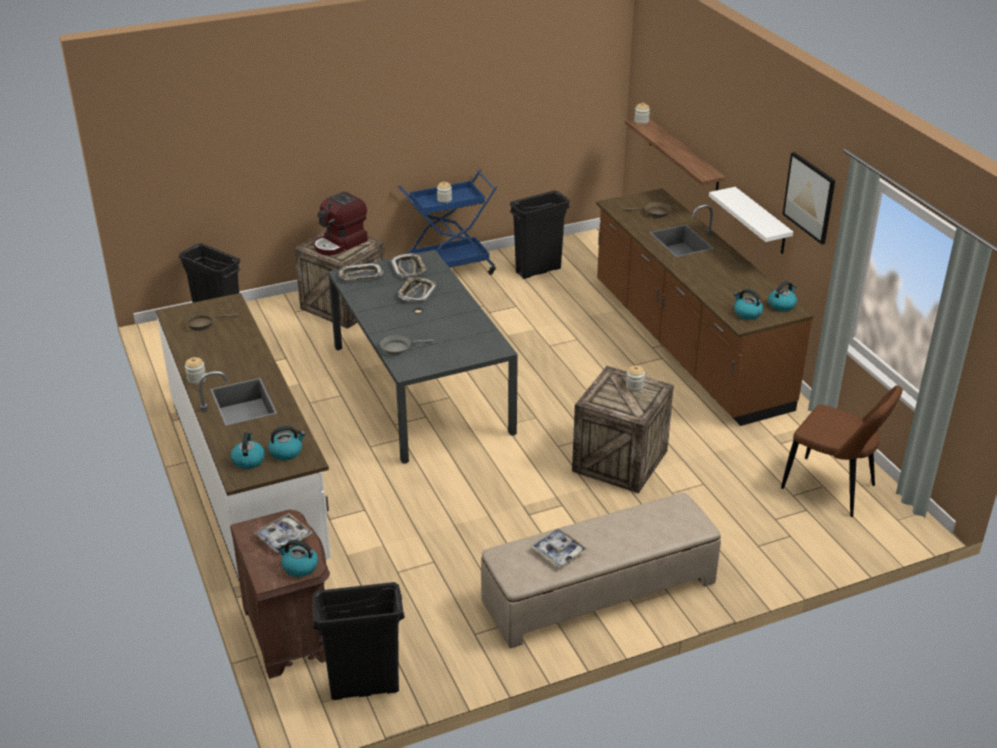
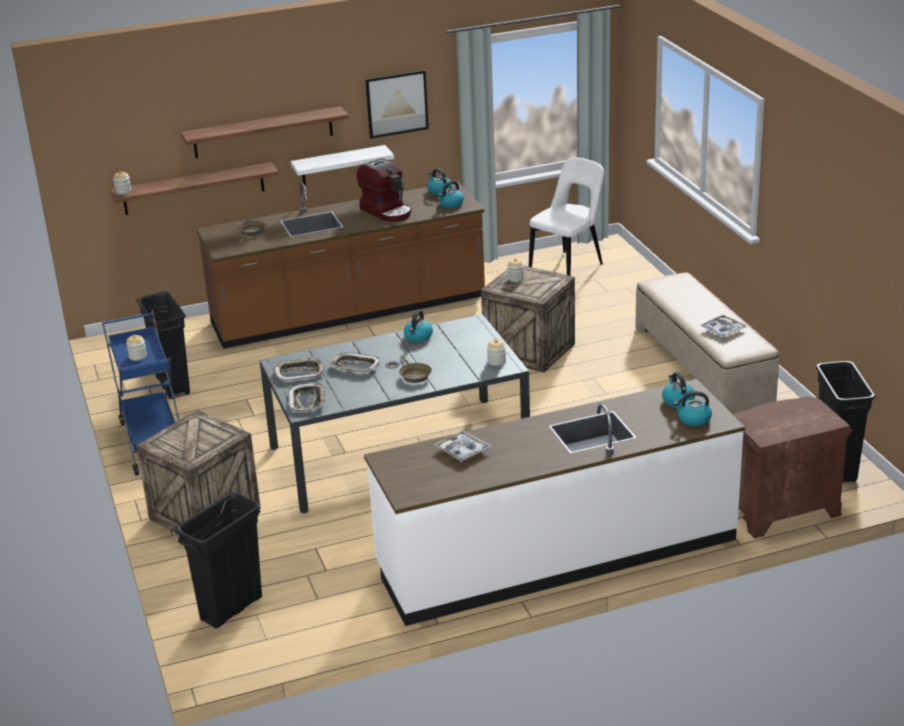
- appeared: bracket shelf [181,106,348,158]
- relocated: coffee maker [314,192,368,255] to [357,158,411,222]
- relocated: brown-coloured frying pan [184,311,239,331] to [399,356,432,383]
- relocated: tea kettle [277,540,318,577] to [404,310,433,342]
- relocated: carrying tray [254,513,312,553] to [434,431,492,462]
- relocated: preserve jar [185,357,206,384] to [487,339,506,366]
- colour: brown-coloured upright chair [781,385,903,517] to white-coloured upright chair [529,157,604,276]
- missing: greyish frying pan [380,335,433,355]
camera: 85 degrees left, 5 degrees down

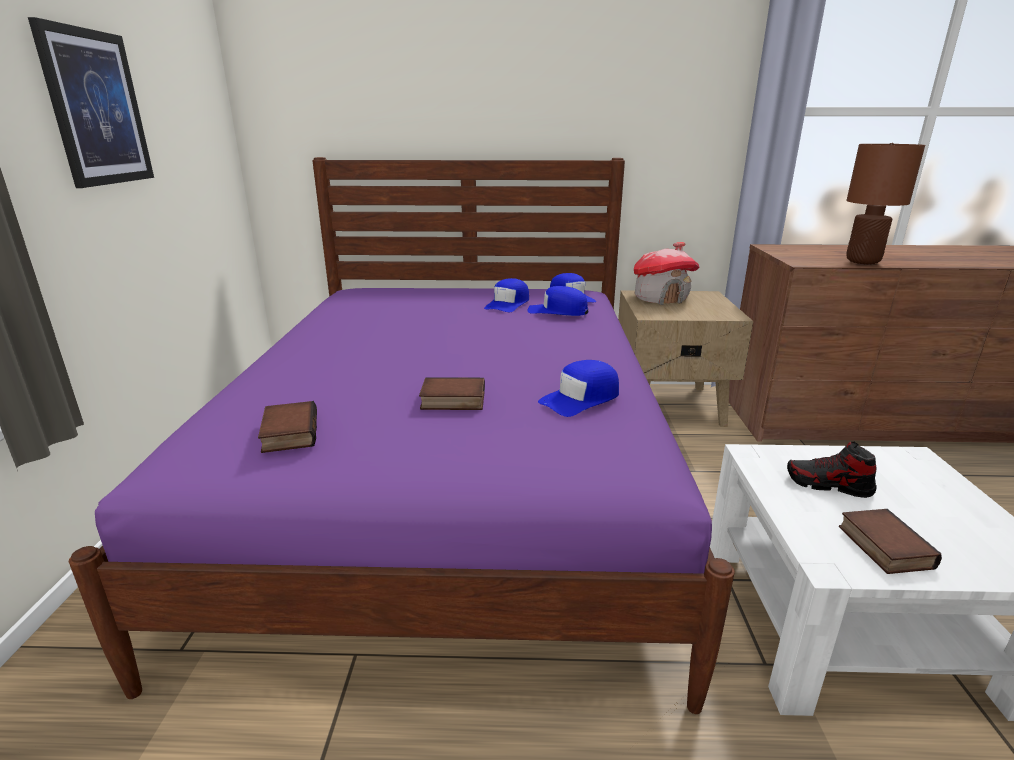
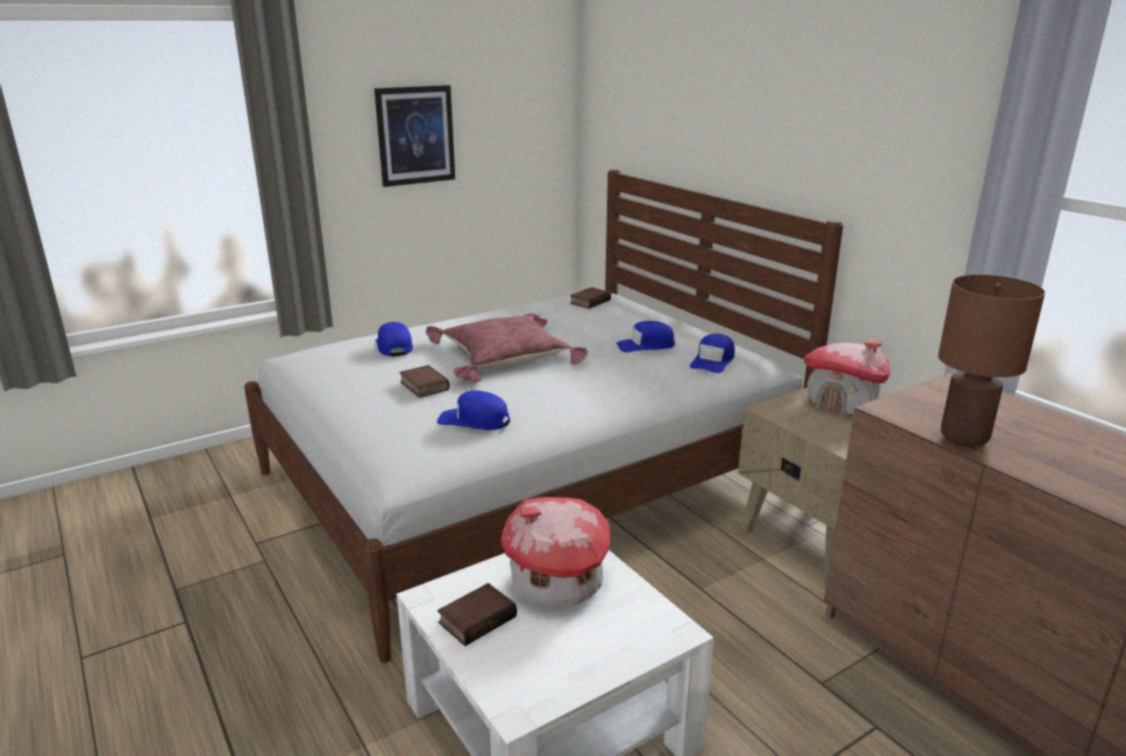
- colour: purple-coloured bedroom bed [69,157,735,714] to white-coloured bedroom bed [244,169,843,663]
- relocated: blue cap [527,286,588,316] to [375,322,413,356]
- appeared: red-coloured cushion [425,313,589,382]
- exchanged: shoe [787,442,877,498] to toy house [501,497,610,608]
- relocated: bound book [258,401,317,453] to [570,287,611,309]
camera: 55 degrees right, 0 degrees up

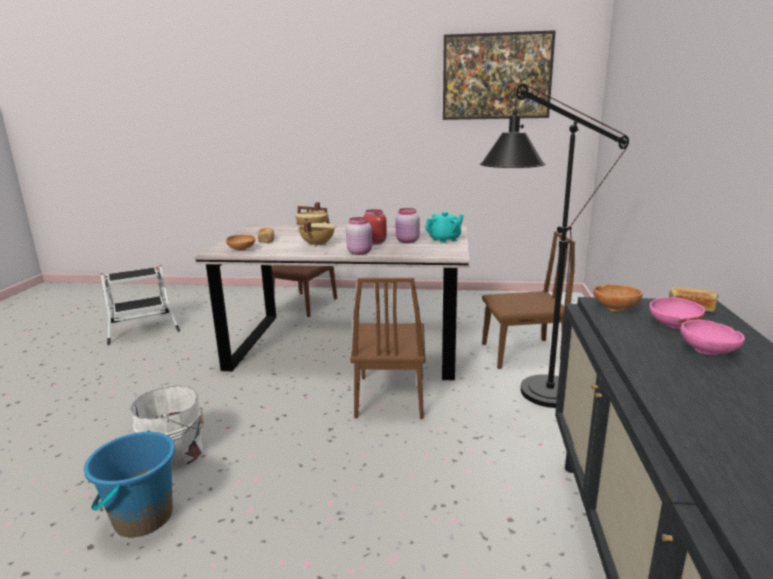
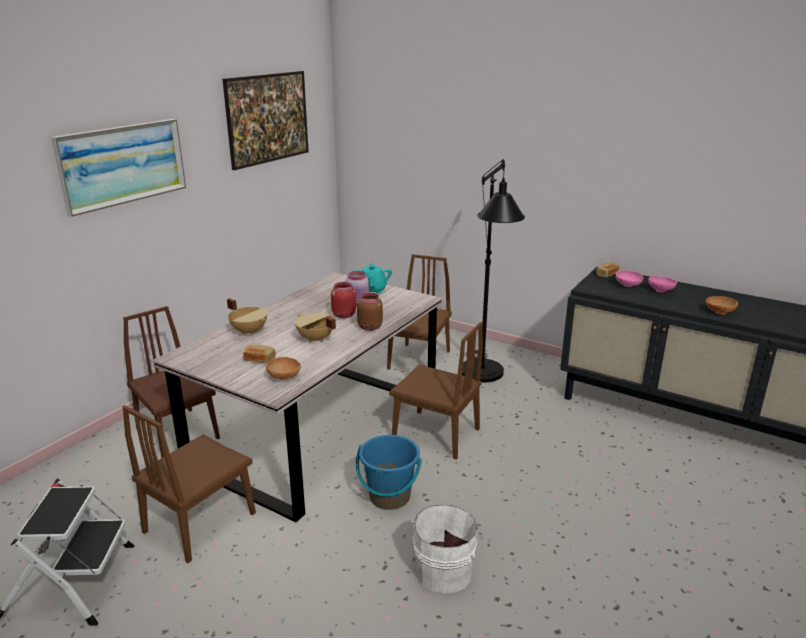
- appeared: wall picture [51,119,186,217]
- appeared: brown-coloured upright chair [122,405,256,563]
- relocated: blue water bucket [84,430,175,537] to [356,435,422,510]
- colour: pink preserve jar [346,217,372,255] to brown-coloured preserve jar [357,293,383,331]
- relocated: brown-coloured deep dish [593,284,643,312] to [706,296,738,315]
camera: 65 degrees left, 5 degrees up

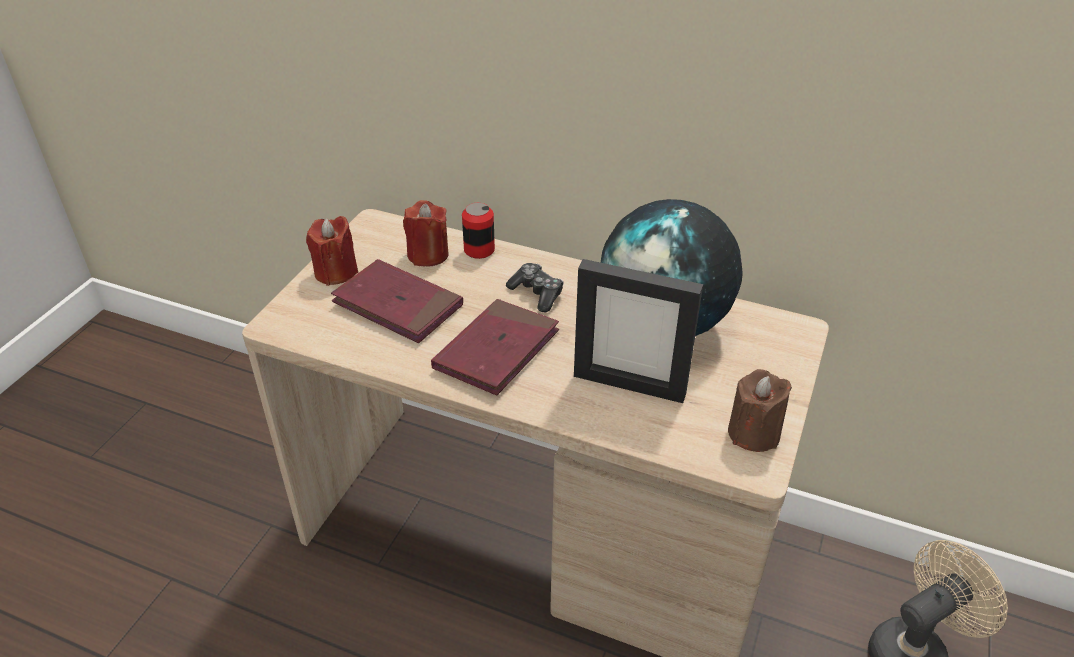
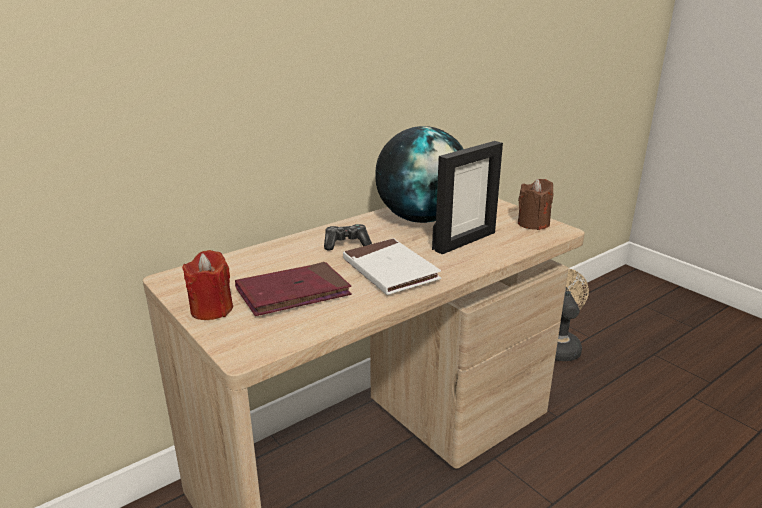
- colour: red-coloured bound book [431,299,559,396] to white-coloured bound book [343,238,441,295]
- missing: red-coloured wax candle [403,200,449,267]
- missing: metal can [462,203,495,259]
camera: 60 degrees left, 15 degrees down

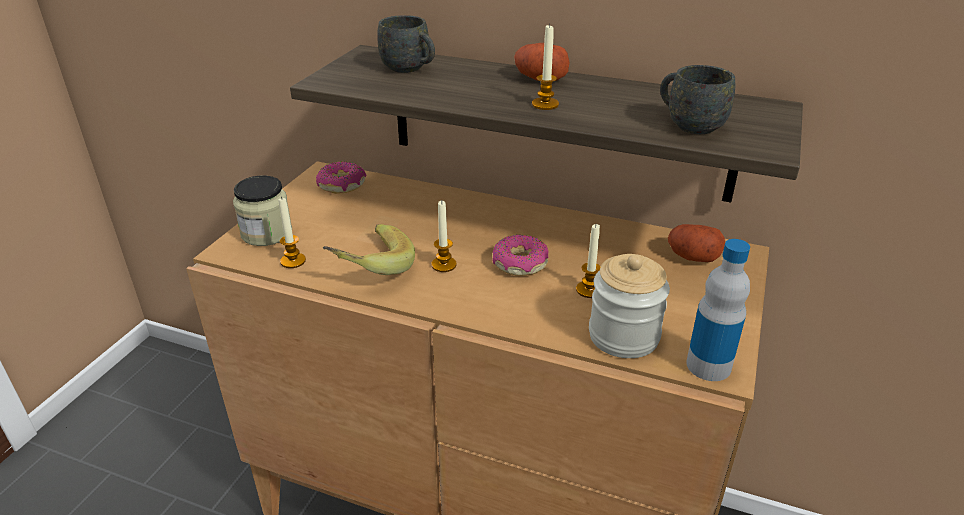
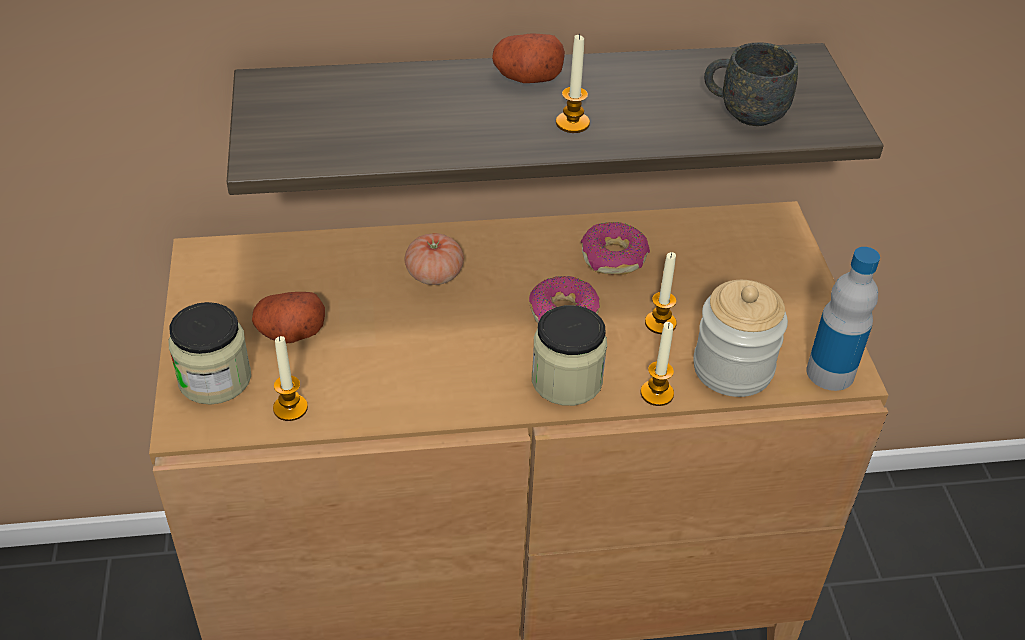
- relocated: potato [668,224,725,262] to [252,292,325,343]
- appeared: tomato [405,233,464,285]
- appeared: preserve jar [532,305,607,406]
- relocated: doughnut [316,161,366,194] to [581,222,650,275]
- relocated: wax candle [431,200,457,272] to [641,322,674,406]
- missing: banana fruit [323,224,415,275]
- missing: greyish mug [377,15,435,73]
camera: 30 degrees left, 10 degrees up

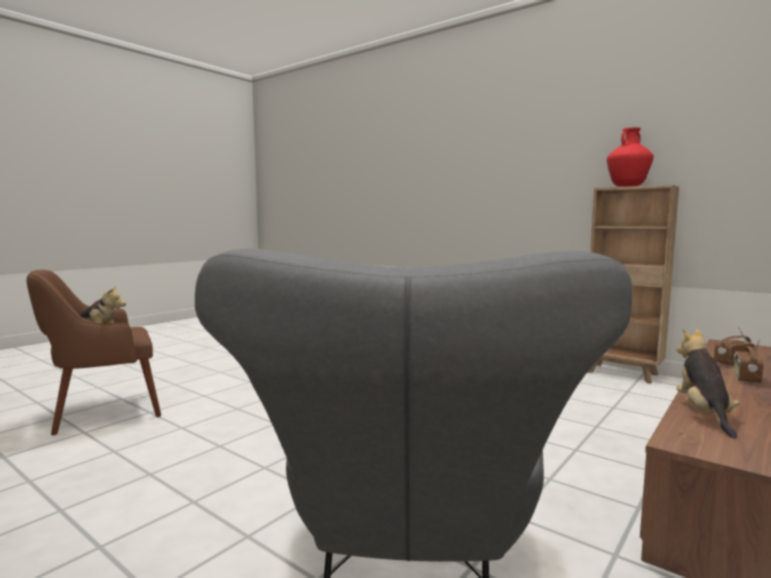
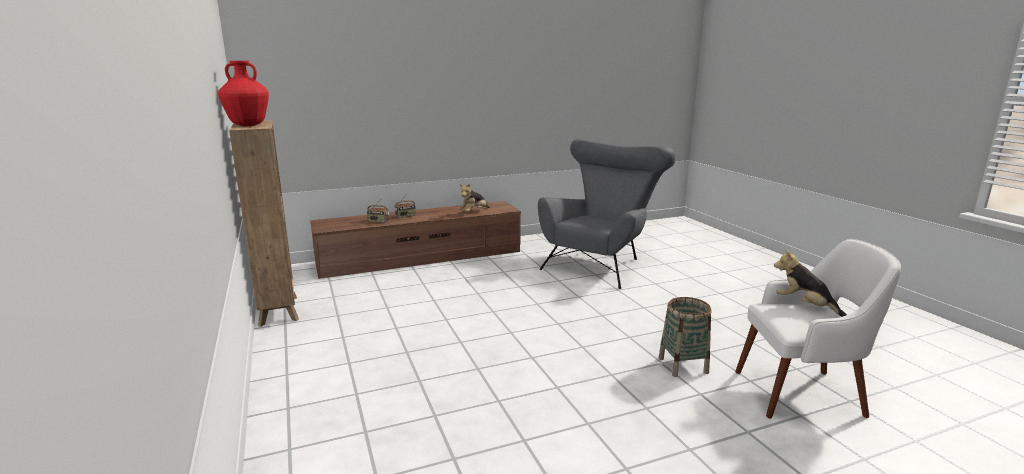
- appeared: basket [659,297,711,377]
- colour: brown-coloured lounge chair [27,270,161,435] to white-coloured lounge chair [735,239,901,419]
camera: 150 degrees left, 10 degrees up

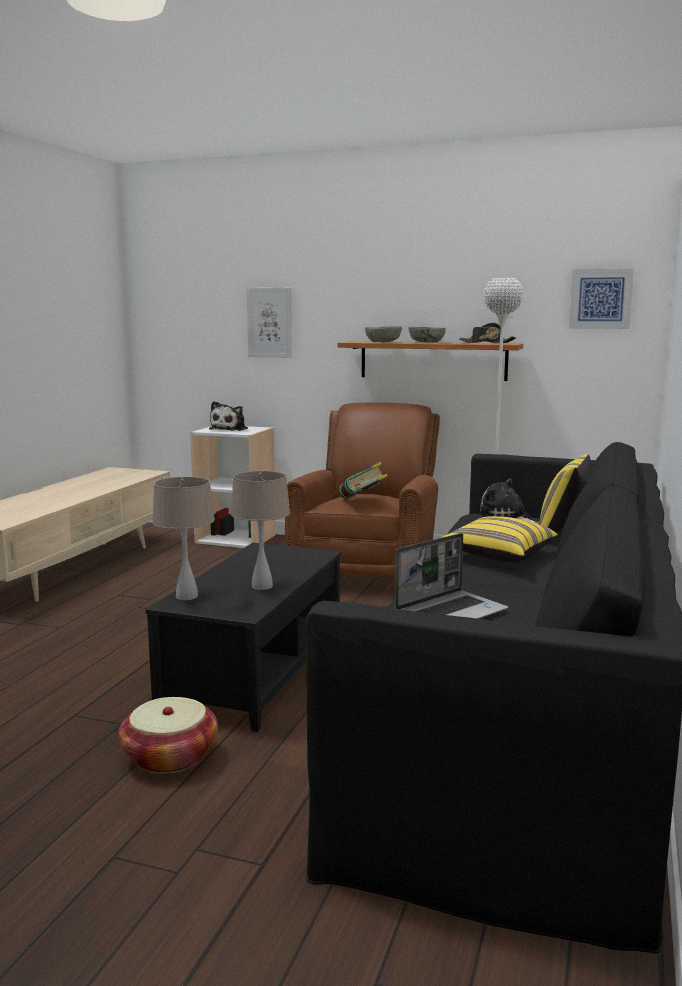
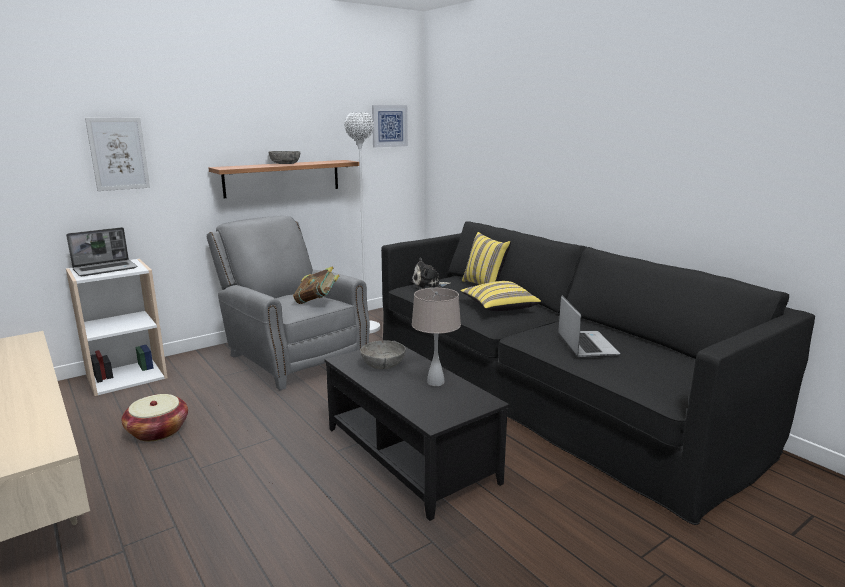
- exchanged: soft toy [209,401,248,431] to notebook computer [66,227,138,276]
- relocated: basket [118,697,218,774] to [122,394,188,441]
- colour: brown-coloured lounge chair [285,402,440,578] to greyish lounge chair [207,216,370,390]
- relocated: greyish deep dish [365,326,402,342] to [360,340,406,370]
- missing: sand-coloured tabletop lamp [152,477,215,600]
- missing: blackish wearable hat [459,323,517,343]
camera: 55 degrees left, 5 degrees up

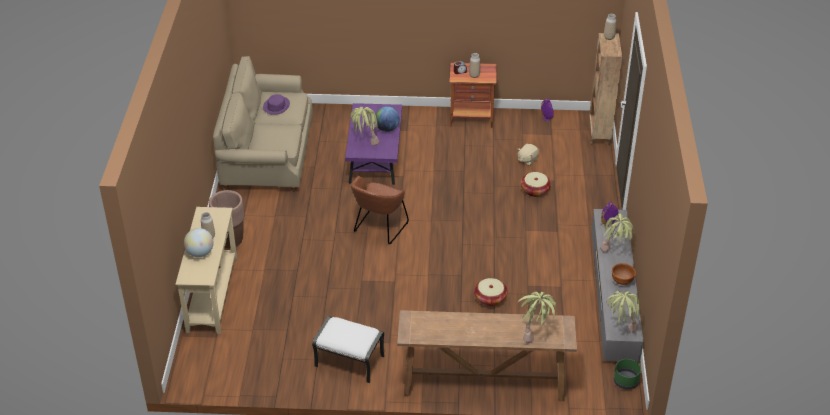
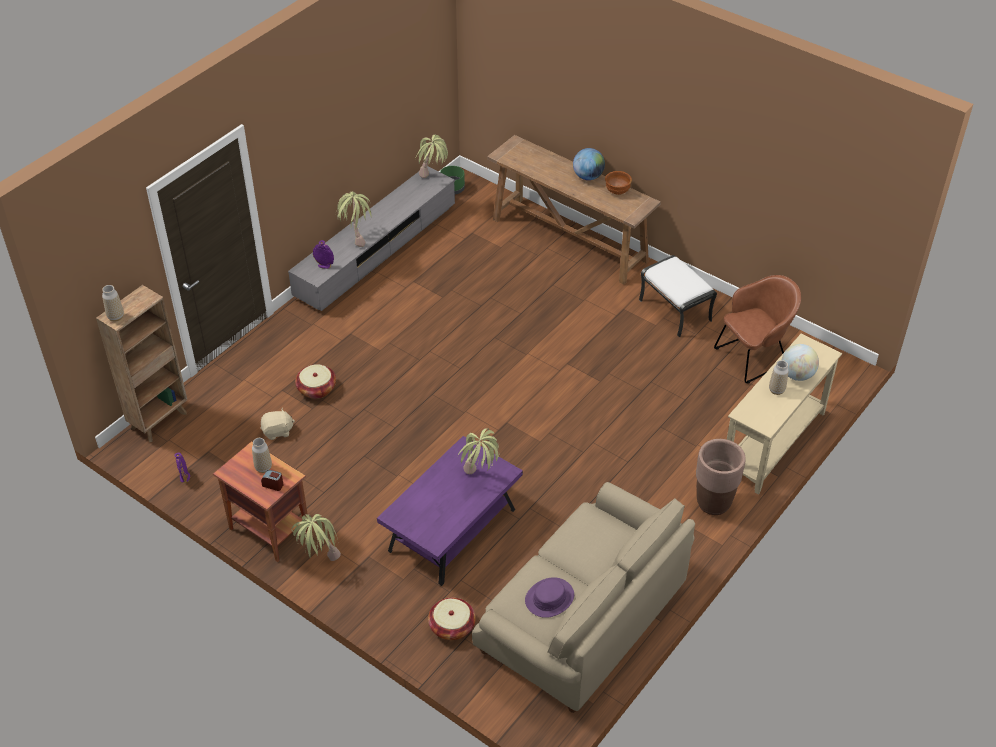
- relocated: houseplant [518,292,556,344] to [291,514,341,561]
- relocated: basket [474,278,508,306] to [428,598,476,640]
- relocated: desk globe [375,106,400,132] to [573,148,605,180]
- relocated: brown-coloured deep dish [612,263,636,285] to [605,171,632,195]
- relocated: brown-coloured lounge chair [351,176,409,244] to [714,275,801,384]
camera: 145 degrees left, 5 degrees up

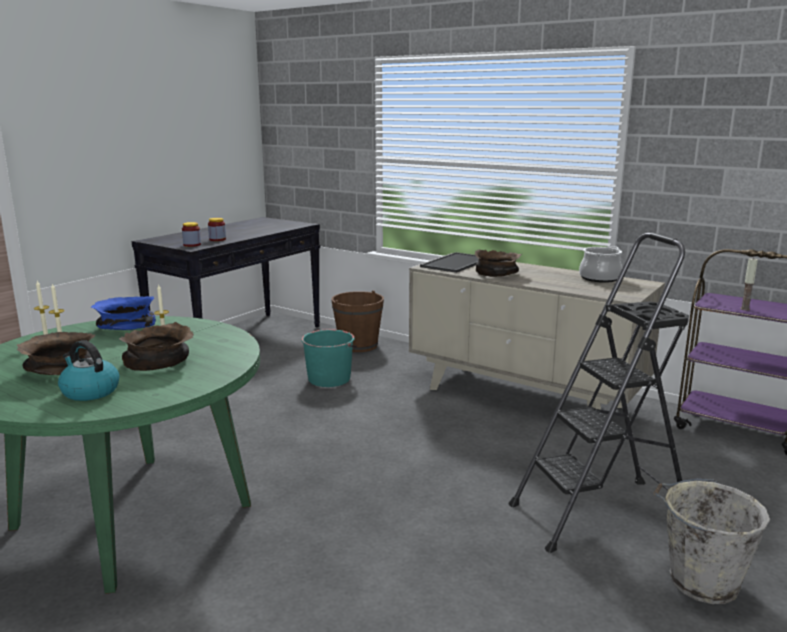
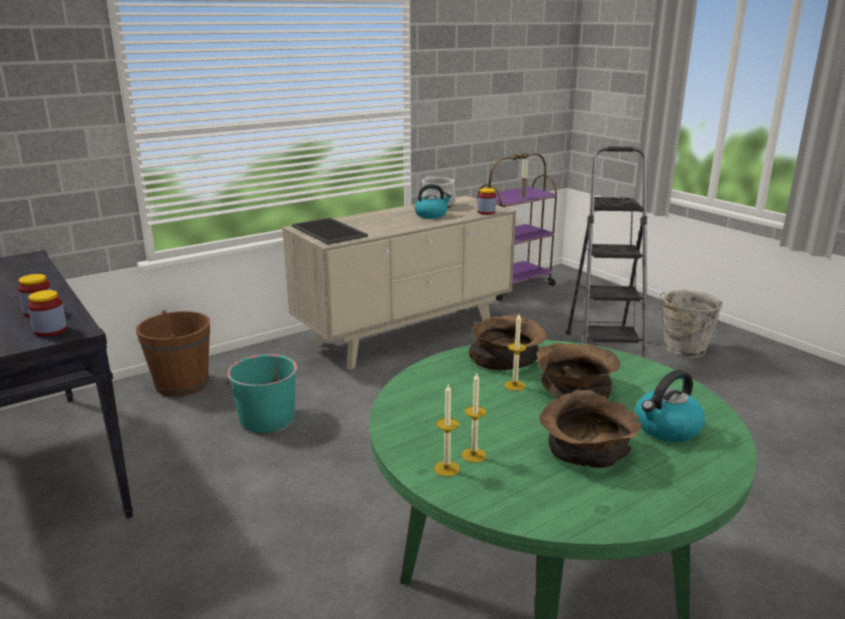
- appeared: tea kettle [414,184,452,219]
- relocated: brown-coloured deep dish [475,250,522,277] to [469,314,549,370]
- appeared: preserve jar [477,188,496,215]
- missing: blue deep dish [90,296,156,330]
camera: 70 degrees left, 5 degrees up

